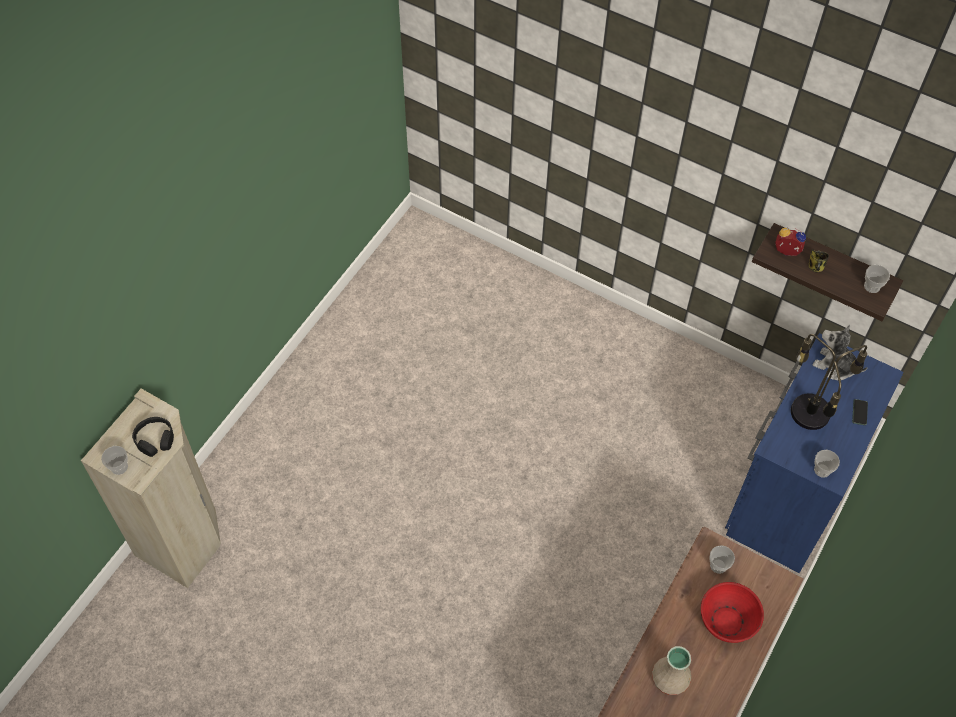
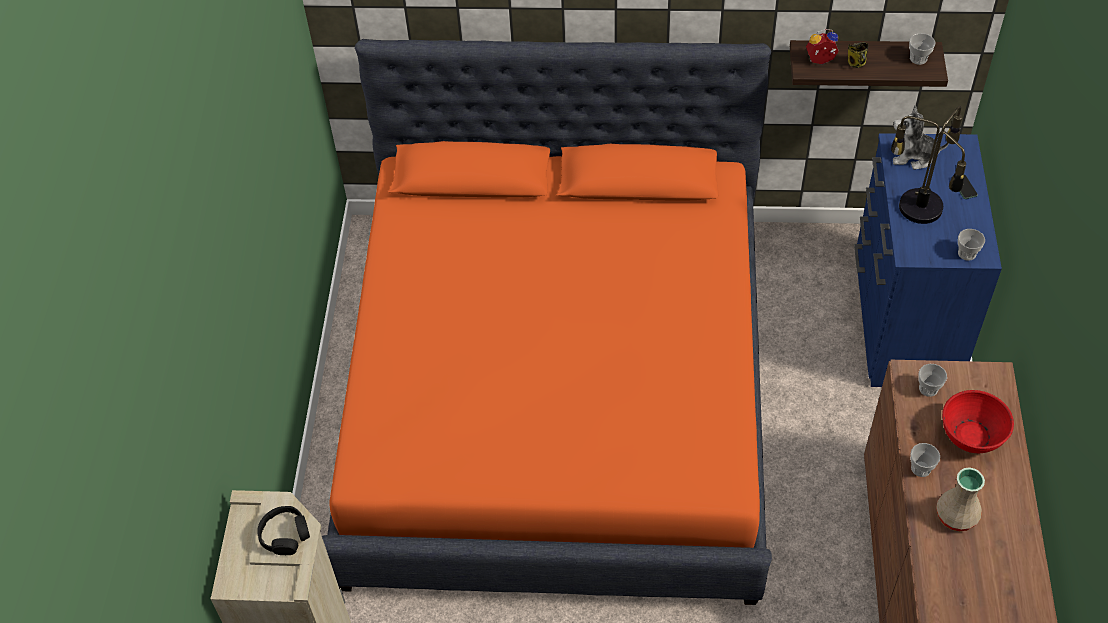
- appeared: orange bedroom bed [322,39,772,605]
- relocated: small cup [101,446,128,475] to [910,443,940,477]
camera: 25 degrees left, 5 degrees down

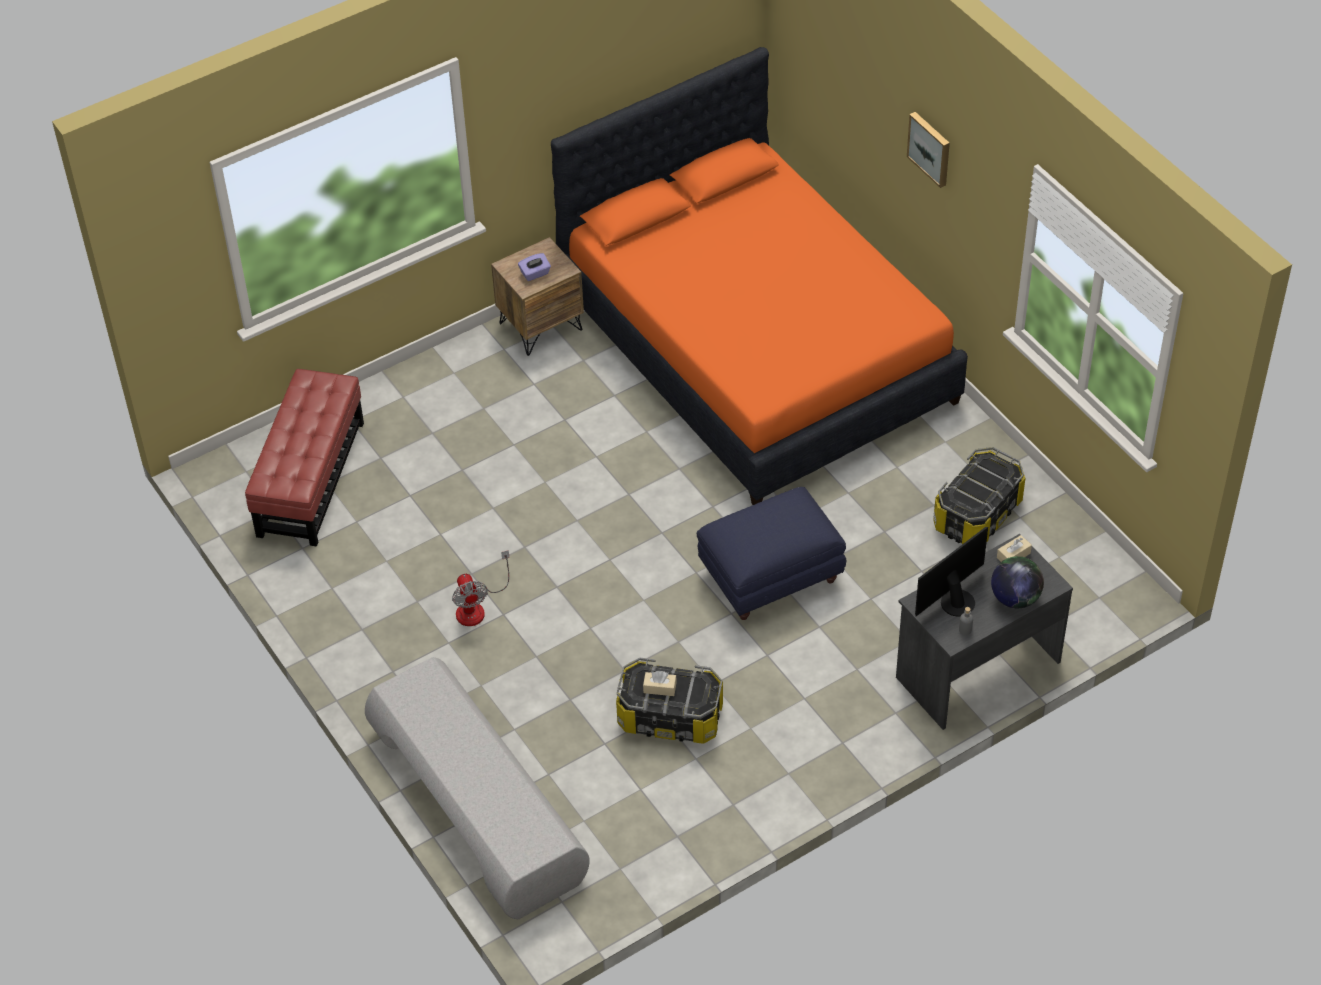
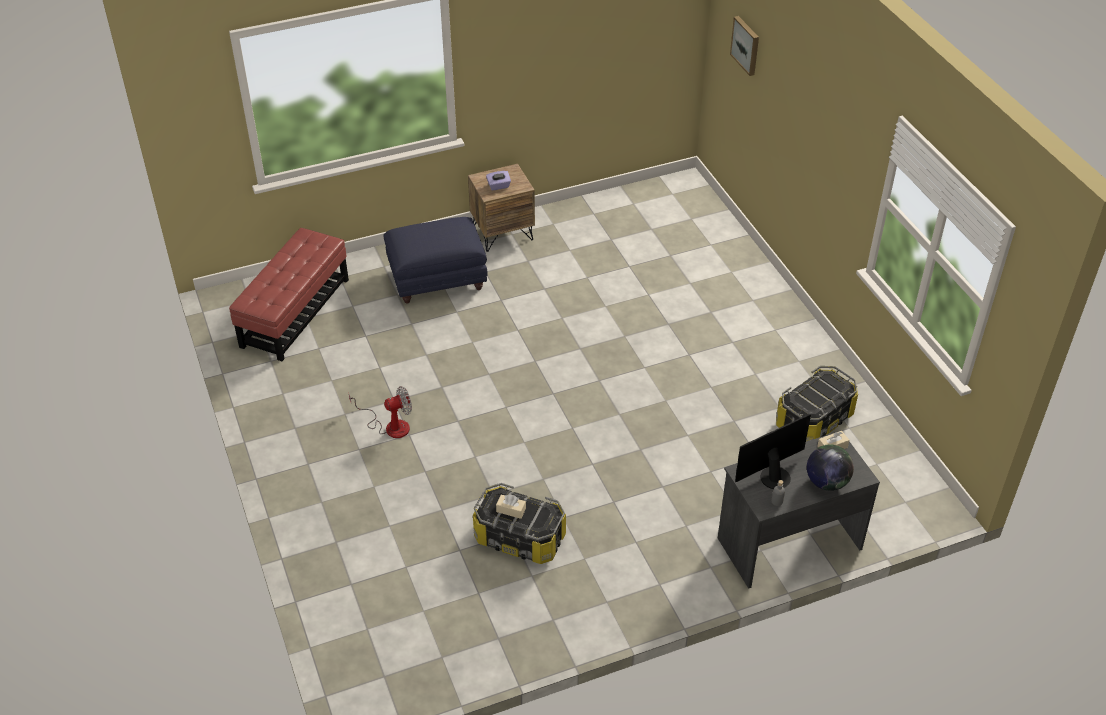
- spun: cooling fan [452,550,509,626] = [349,386,412,438] 105 degrees counterclockwise
- relocated: blue ottoman [697,487,846,620] to [384,217,488,303]
- relocated: wall picture [907,112,950,188] to [730,16,759,76]
- missing: greyish long seat [365,657,590,919]
- missing: orange bedroom bed [551,47,968,505]
camera: 10 degrees right, 5 degrees down

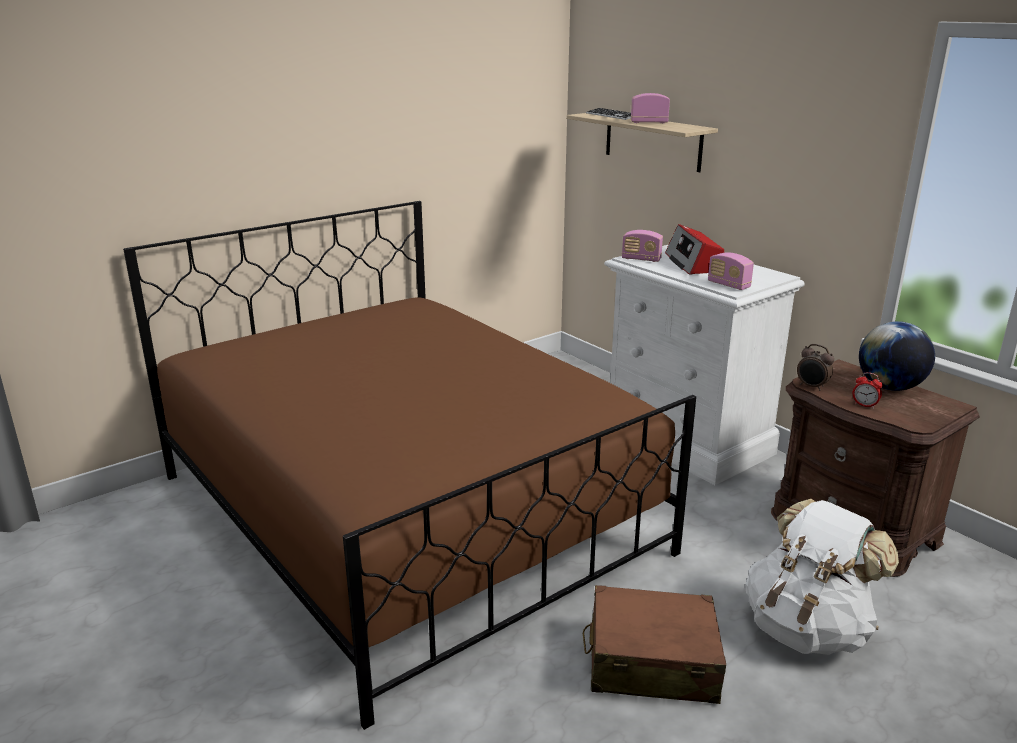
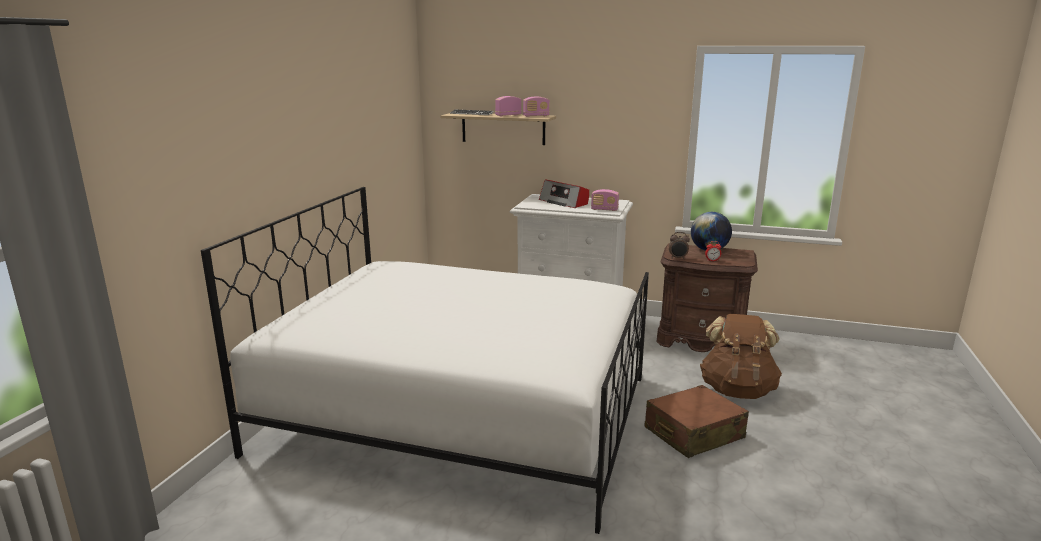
- colour: brown-coloured bedroom bed [123,201,696,730] to white-coloured bedroom bed [201,187,649,534]
- relocated: radio set [622,230,663,262] to [523,97,550,117]
- colour: white-coloured rucksack [746,499,899,655] to brown-coloured rucksack [700,314,782,399]
camera: 35 degrees left, 5 degrees down

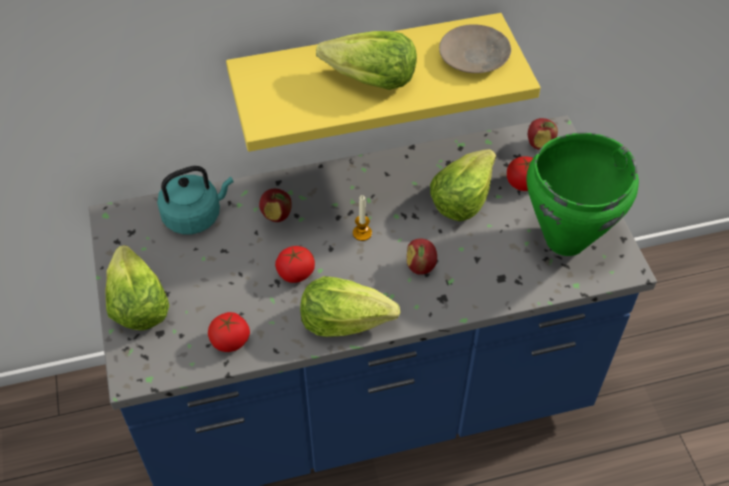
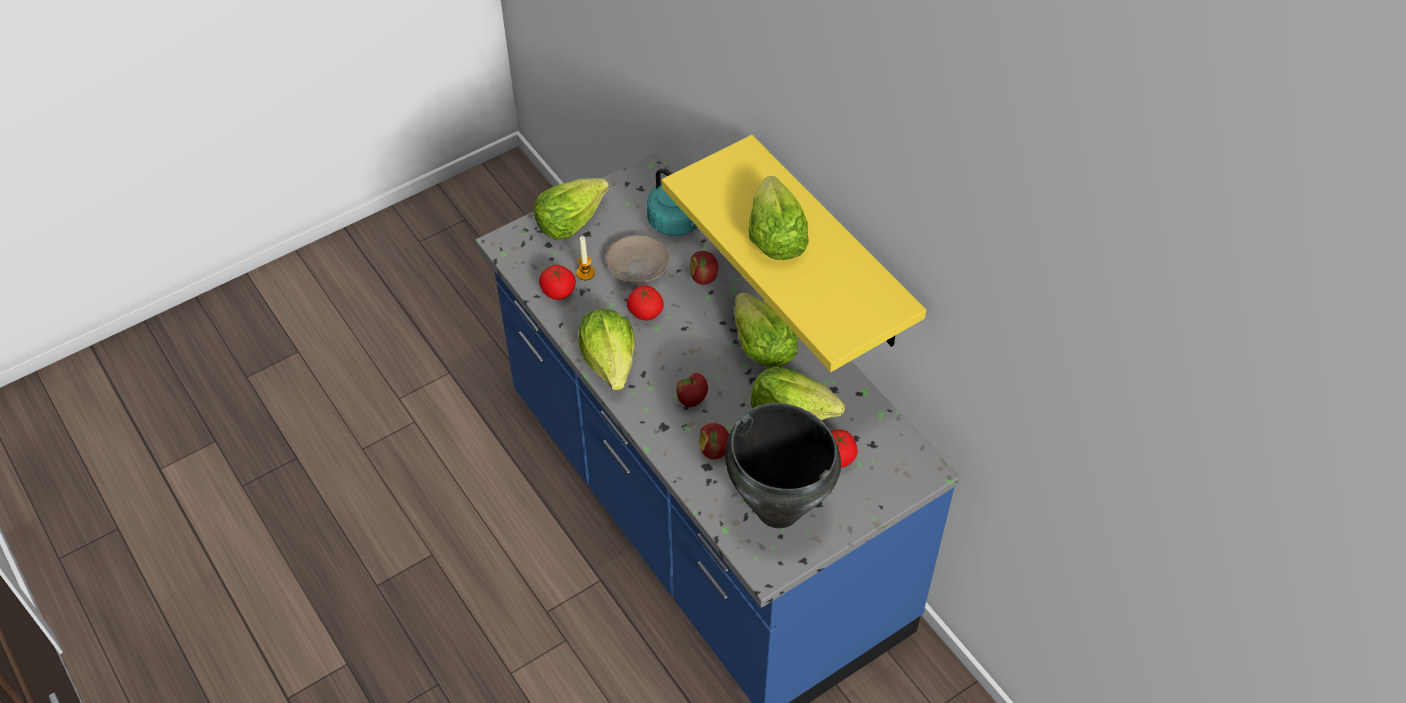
- relocated: wax candle [353,195,372,241] to [576,236,595,280]
- relocated: sand-coloured plate [439,24,511,73] to [606,235,669,283]
- relocated: whole apple [528,118,558,150] to [700,423,729,459]
- colour: greenish stockpot [526,133,639,256] to blackish stockpot [725,403,841,528]
- appeared: lettuce head [735,292,798,367]
camera: 70 degrees right, 0 degrees up

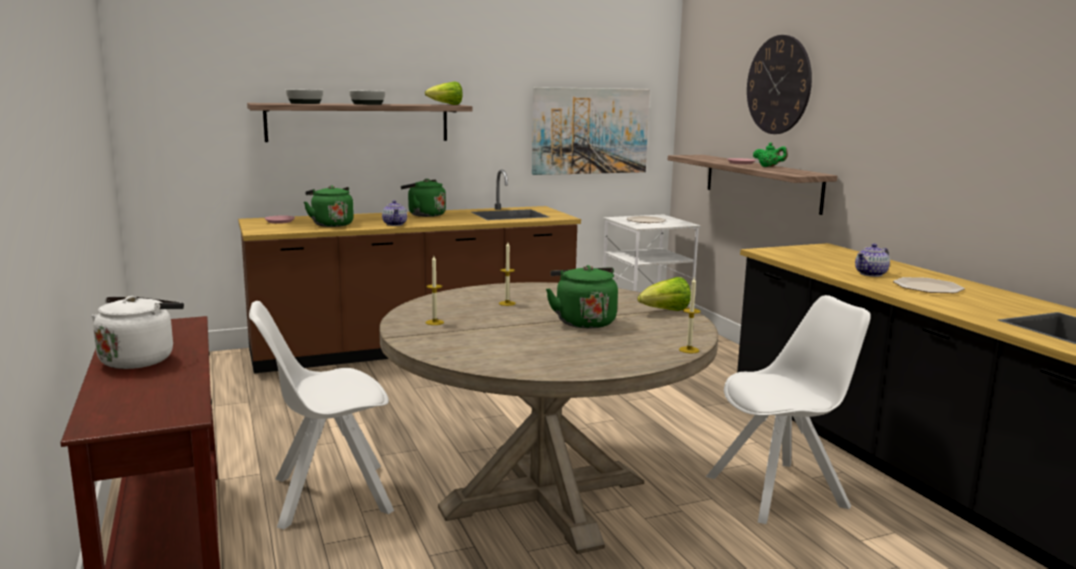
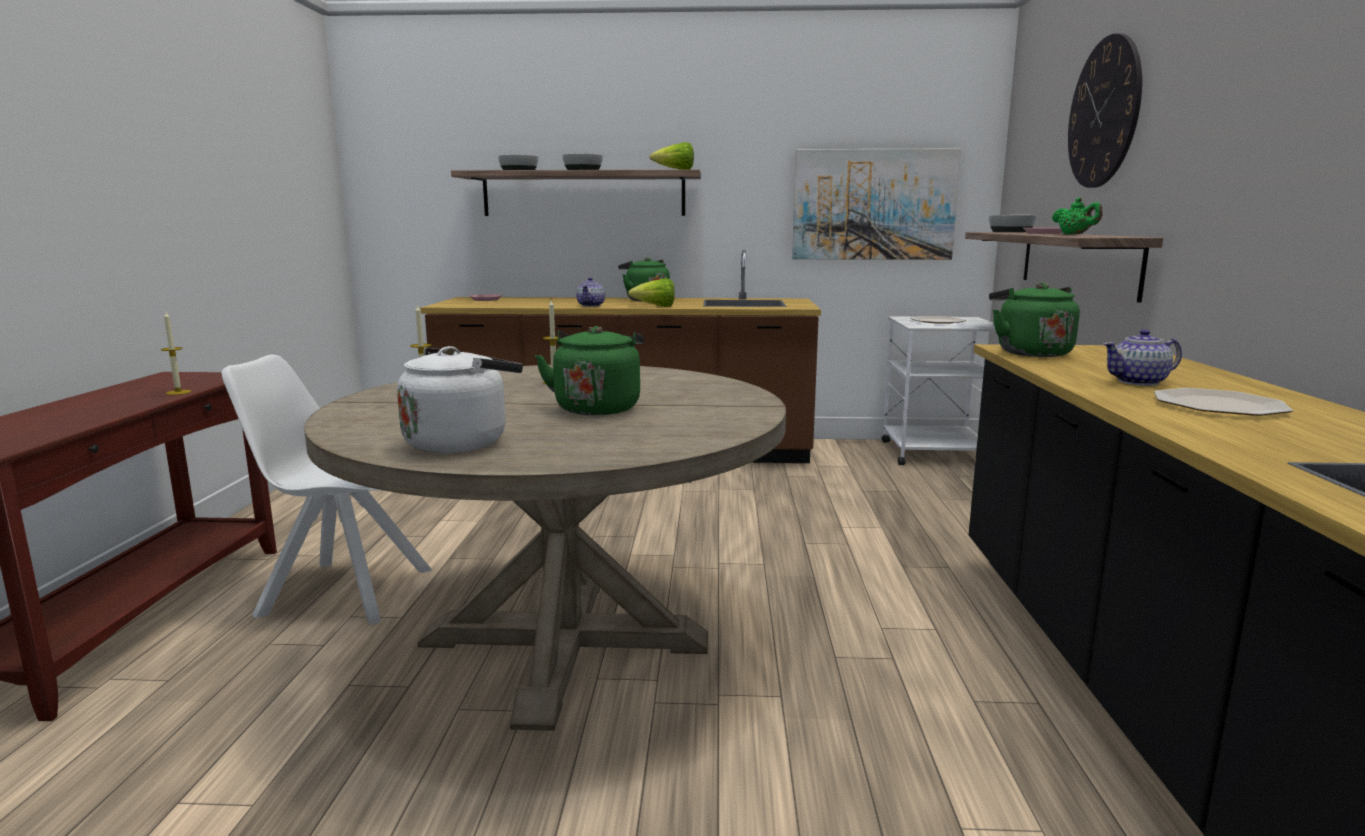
- relocated: wax candle [679,278,701,353] to [161,312,191,395]
- relocated: white-coloured tea kettle [91,296,184,369] to [397,346,523,453]
- relocated: lettuce head [637,277,691,311] to [628,278,675,307]
- appeared: deep dish [989,215,1037,232]
- relocated: greenish tea kettle [304,185,354,227] to [989,283,1080,357]
- missing: white-coloured upright chair [706,295,871,524]
camera: 25 degrees right, 0 degrees up

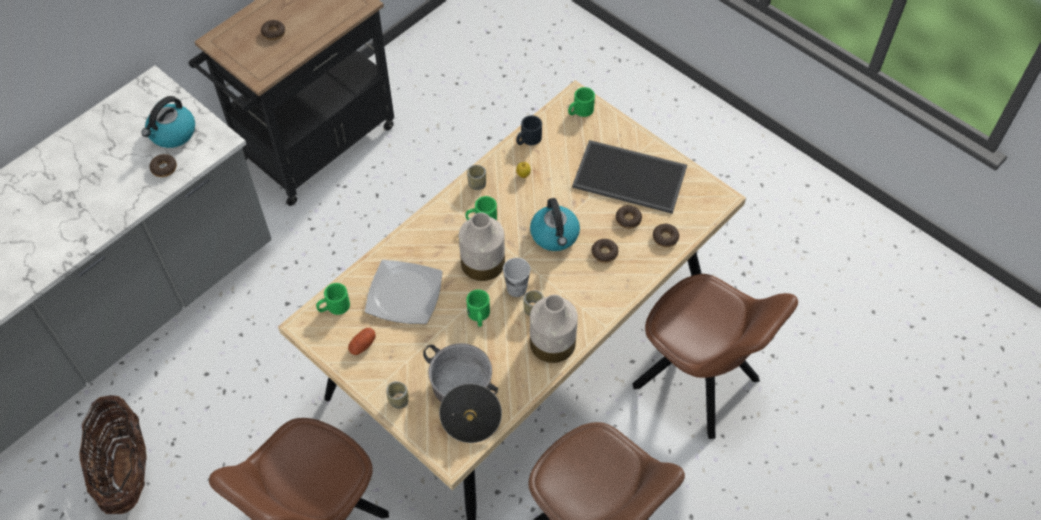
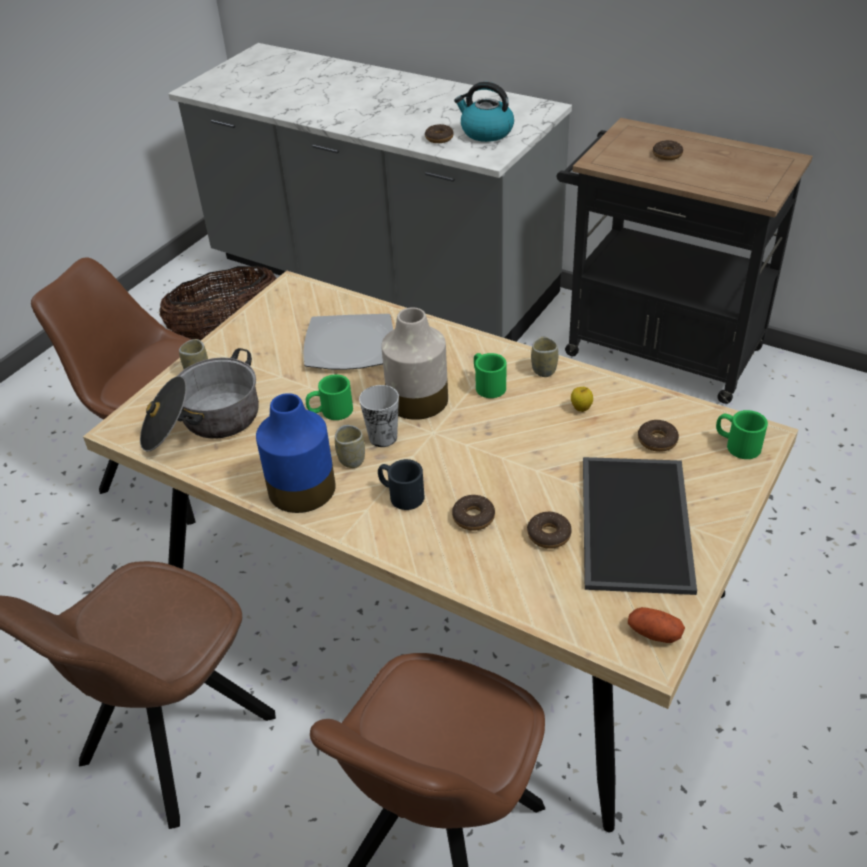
- colour: sand-coloured vase [530,295,578,363] to blue vase [256,393,336,513]
- relocated: blackish mug [516,115,542,145] to [378,459,425,510]
- relocated: potato [348,328,376,355] to [628,607,685,643]
- relocated: doughnut [653,223,679,247] to [638,420,679,452]
- missing: greenish mug [316,283,350,315]
- missing: tea kettle [530,198,580,251]
camera: 80 degrees right, 15 degrees down

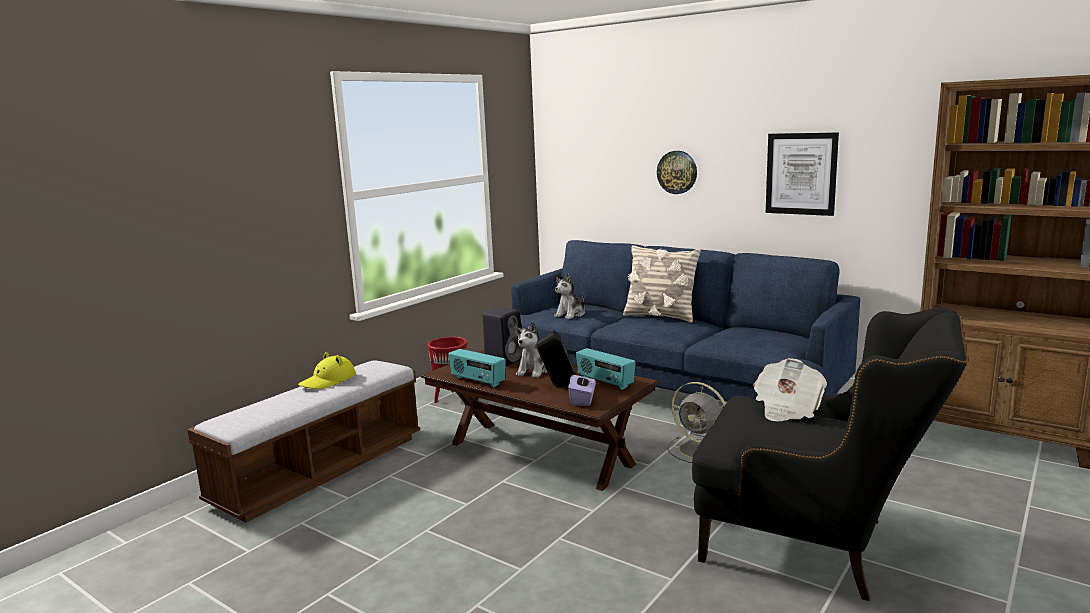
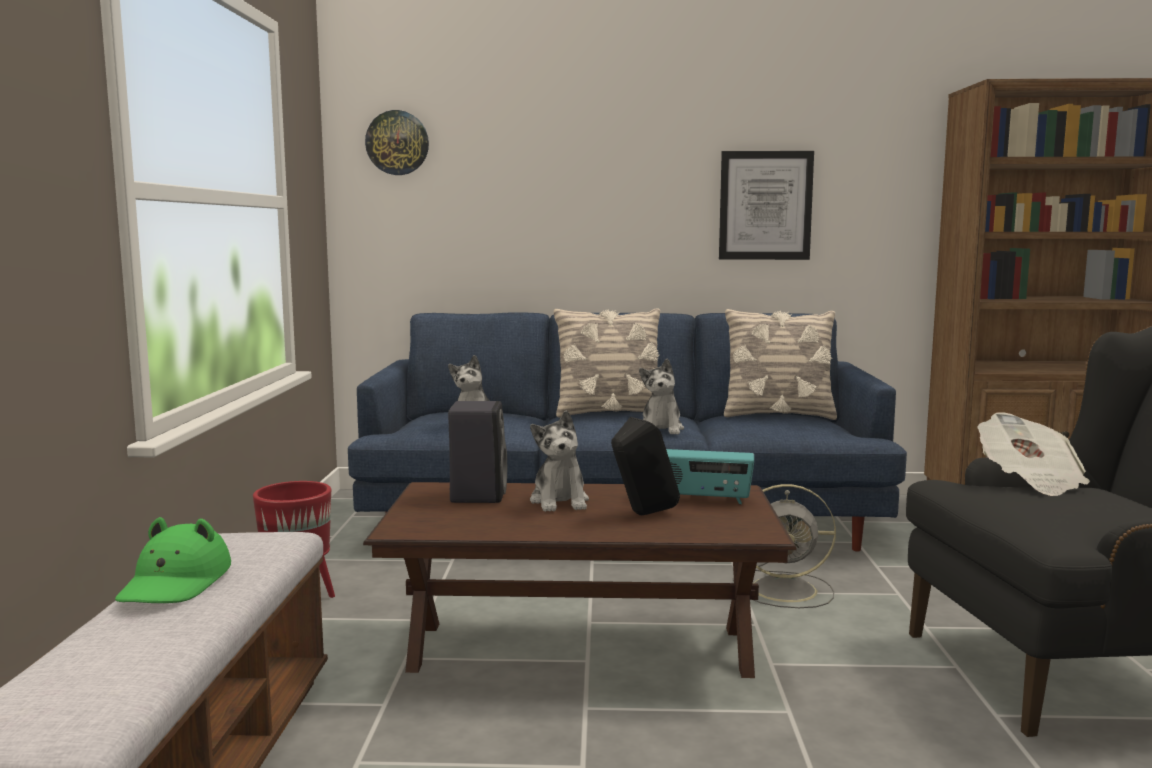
- colour: yellow wearable hat [298,352,356,389] to greenish wearable hat [115,517,231,603]
- relocated: clock on the wall [657,151,697,194] to [365,110,429,175]
- appeared: soft toy [639,359,684,435]
- appeared: sand-coloured cushion [724,309,837,420]
- missing: radio set [448,349,506,388]
- missing: purple-coloured tissue box [568,371,596,406]
camera: 35 degrees left, 5 degrees down

